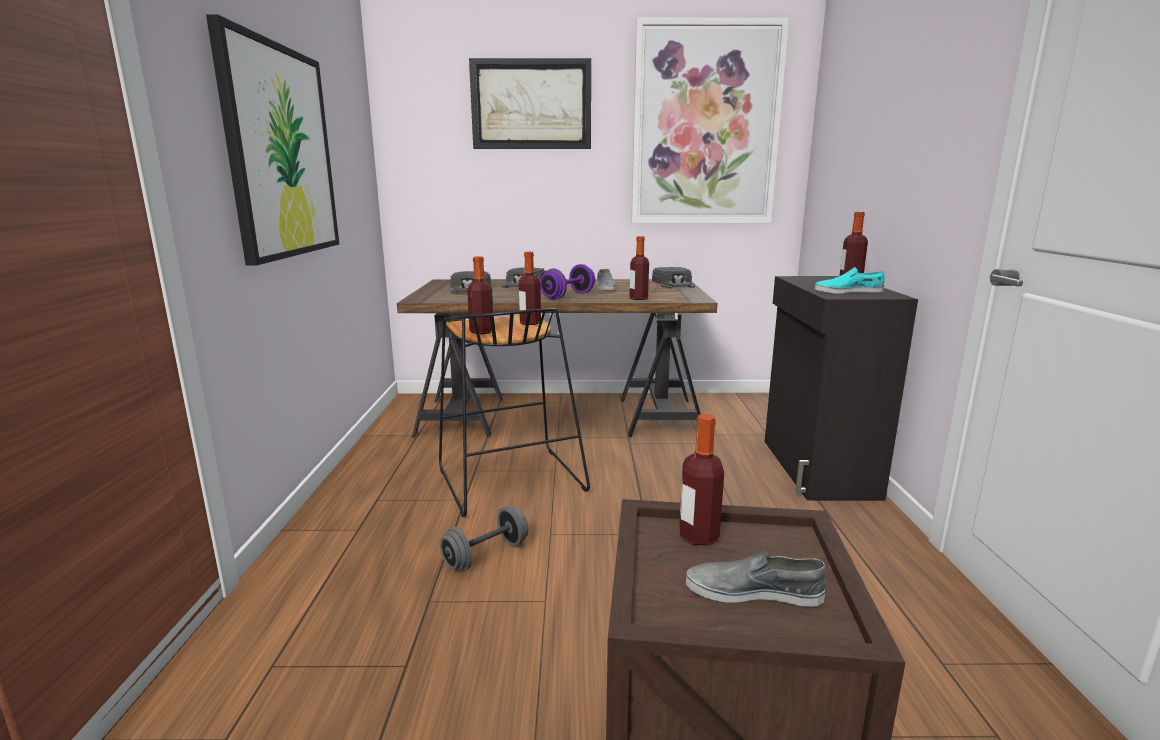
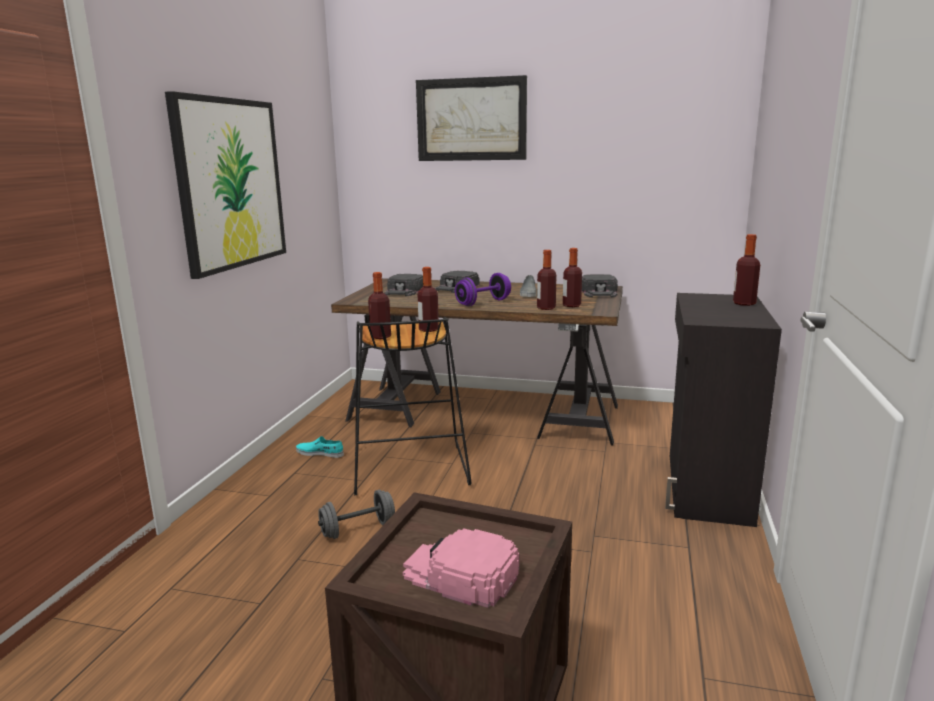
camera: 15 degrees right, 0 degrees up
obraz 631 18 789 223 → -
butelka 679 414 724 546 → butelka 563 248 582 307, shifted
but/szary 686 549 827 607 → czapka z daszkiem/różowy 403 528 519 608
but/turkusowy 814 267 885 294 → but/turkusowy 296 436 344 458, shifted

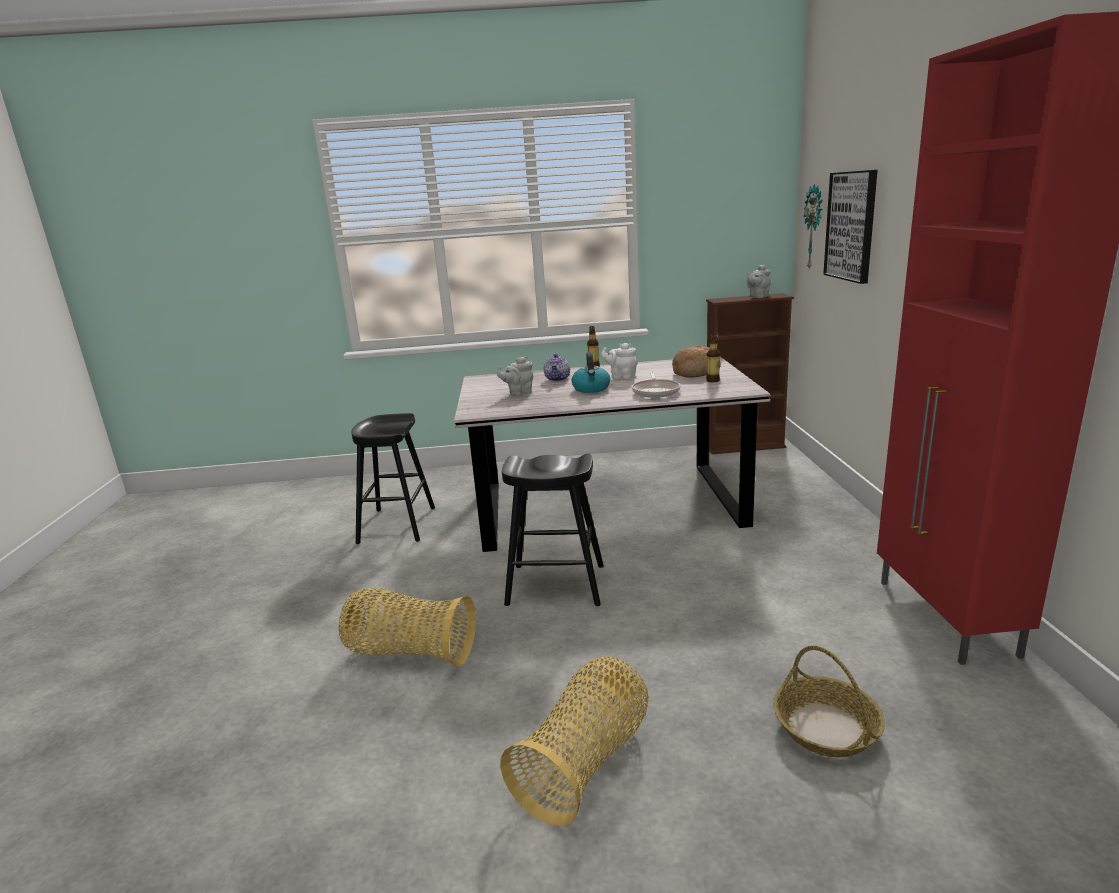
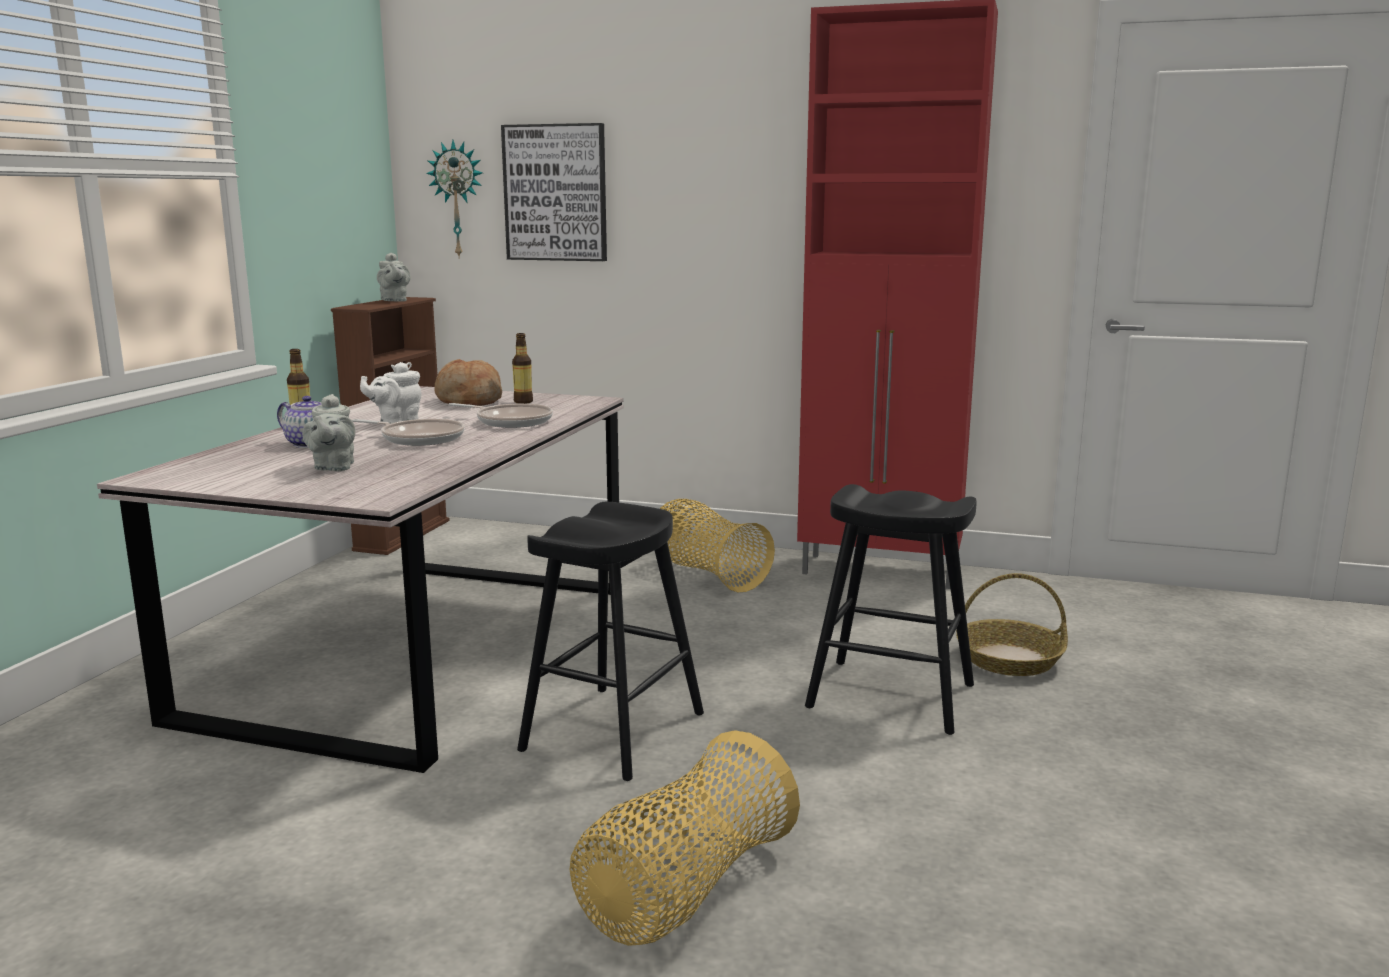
camera: 70 degrees left, 5 degrees down
stołek/czarny 351 413 435 544 → stołek/czarny 805 484 977 735, shifted
koszyk 500 656 649 826 → koszyk 660 499 775 592, shifted
czajnik 572 352 610 393 → patelnia 352 419 465 446

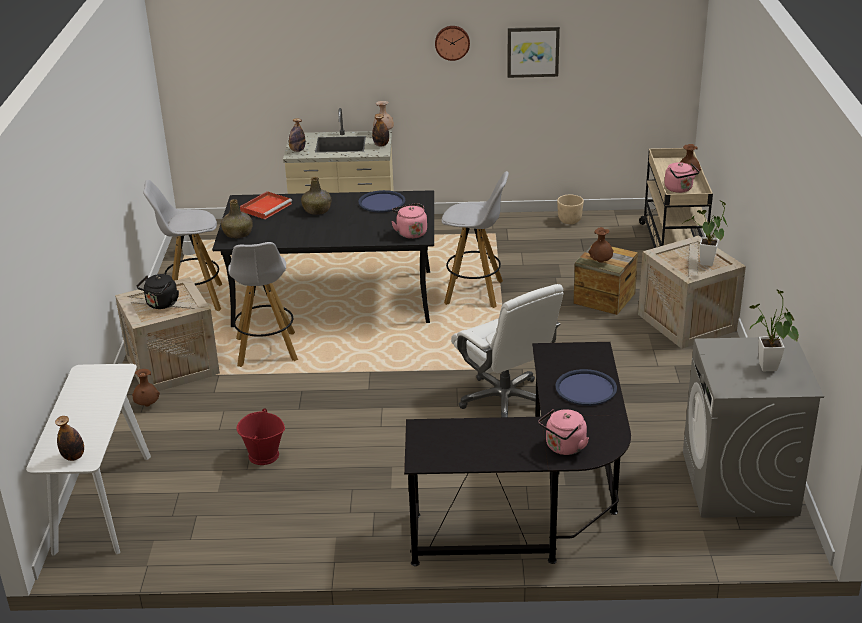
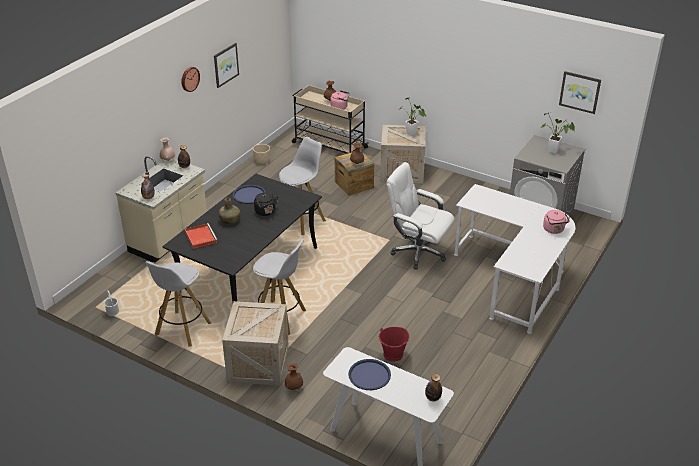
camera: 60 degrees left, 5 degrees up
czajnik/czarny 137 274 179 309 → czajnik/czarny 254 193 278 216, shifted
butelka/zielony 221 199 252 238 → -
czajnik/różowy 391 203 427 239 → -
biurko/czarny 404 342 631 566 → biurko/biały 454 184 575 334
krzesło biurowe/biały 451 284 564 417 → krzesło biurowe/biały 387 162 455 269, 150 degrees counterclockwise
taca/niebieski 555 369 617 406 → taca/niebieski 348 359 391 390, shifted
- → obraz 559 71 601 114

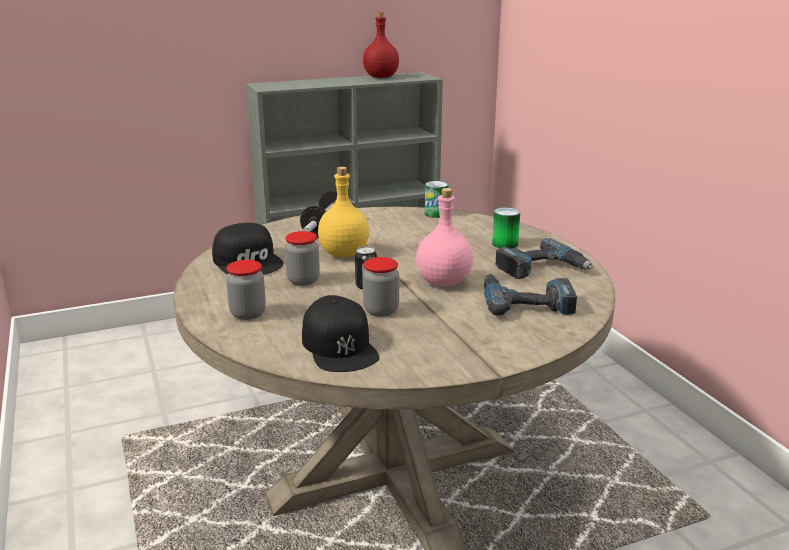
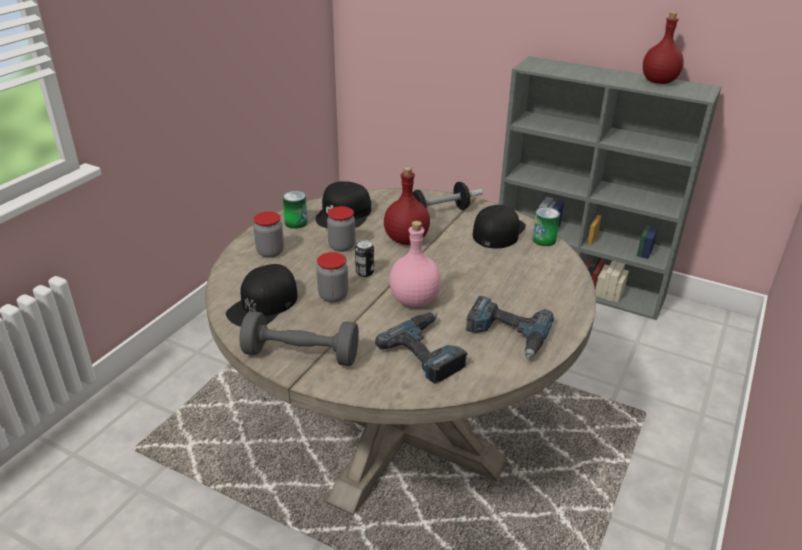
camera: 50 degrees right, 10 degrees up
butelka/żółty 318 167 369 257 → butelka/czerwony 384 167 430 245
puszka 492 207 520 249 → puszka 282 191 308 229, shifted
- → hantel/szary 239 311 359 366
- → czapka z daszkiem/czarny 473 205 526 248

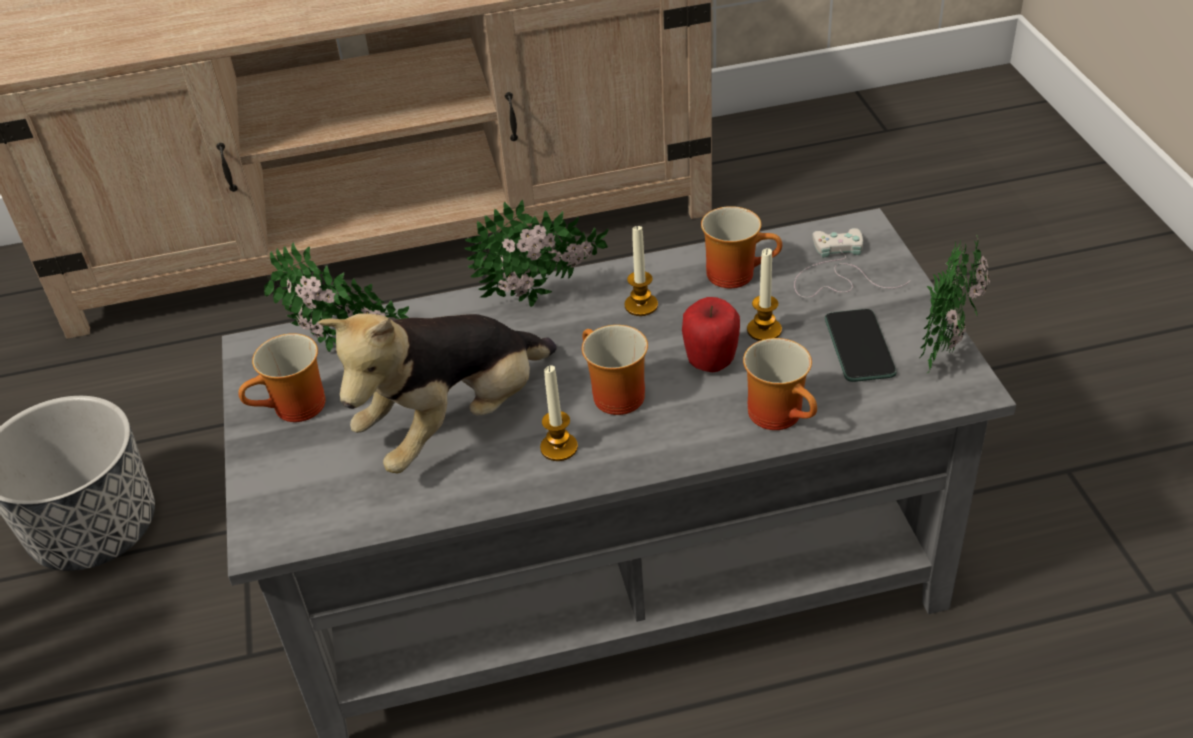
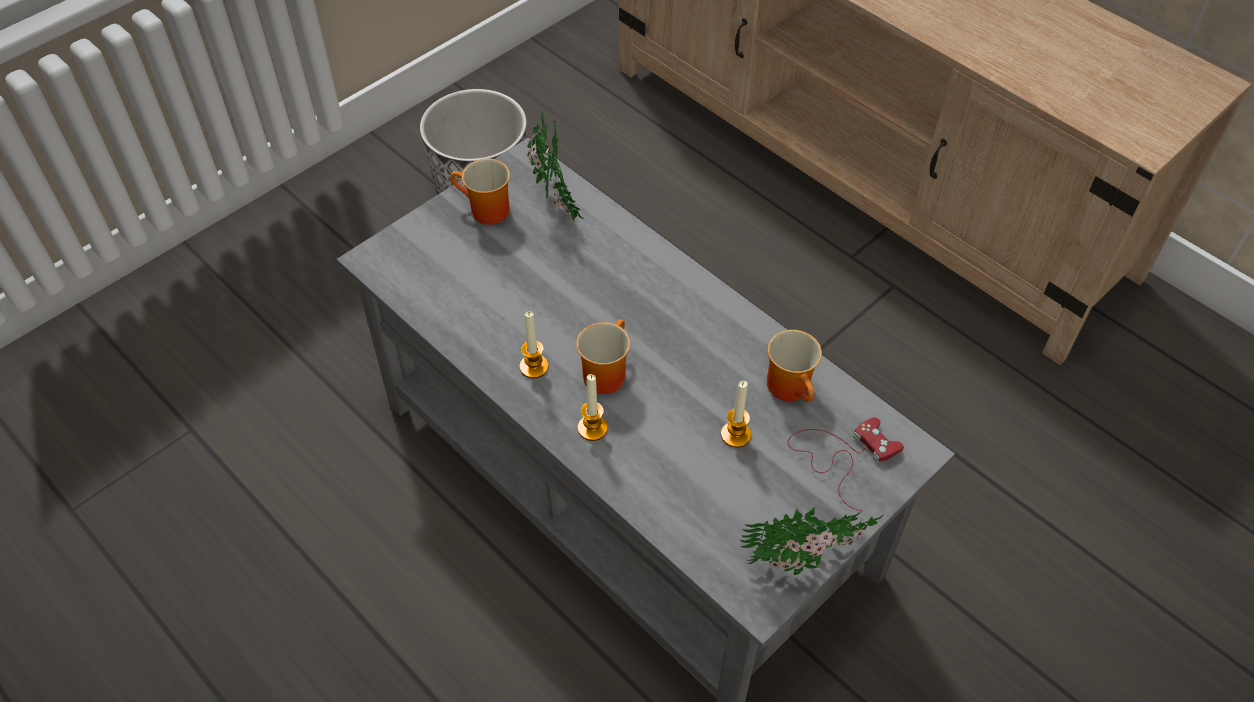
camera: 55 degrees right, 10 degrees up
pluszak 318 313 557 473 → -
roślina doniczkowa 465 199 608 307 → -
świeca 624 226 658 316 → świeca 577 374 608 441, shifted
jabłko 682 297 740 372 → -
kubek 743 338 817 430 → -
pad do gier/biały 794 228 911 298 → pad do gier/czerwony 788 417 904 511
telefon 825 309 897 382 → -

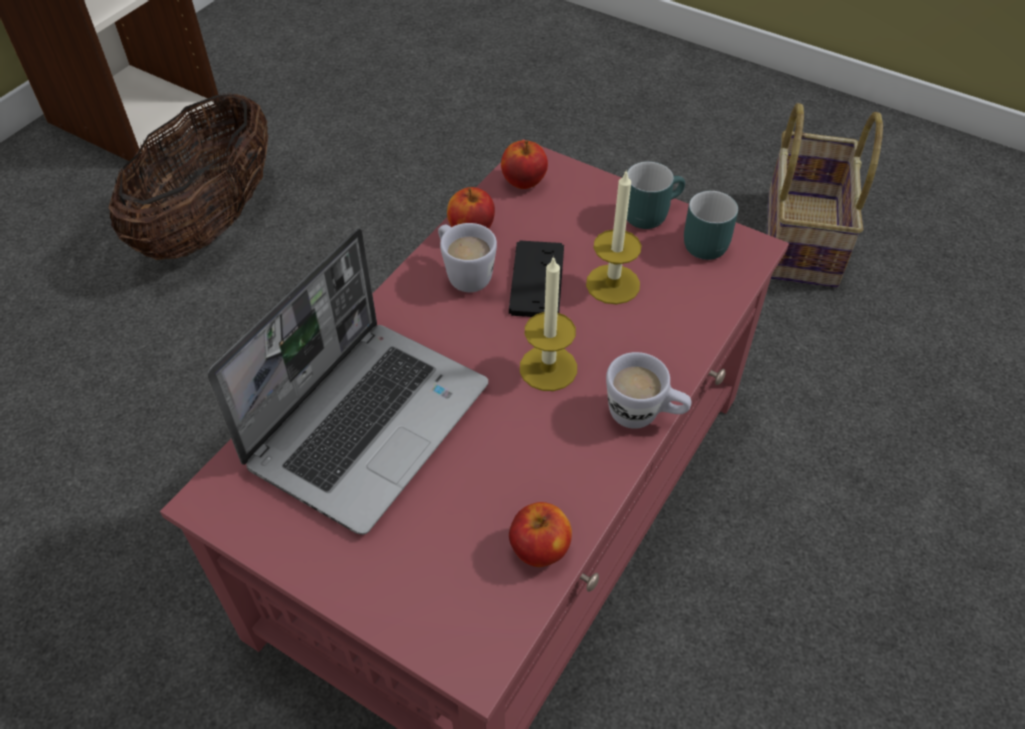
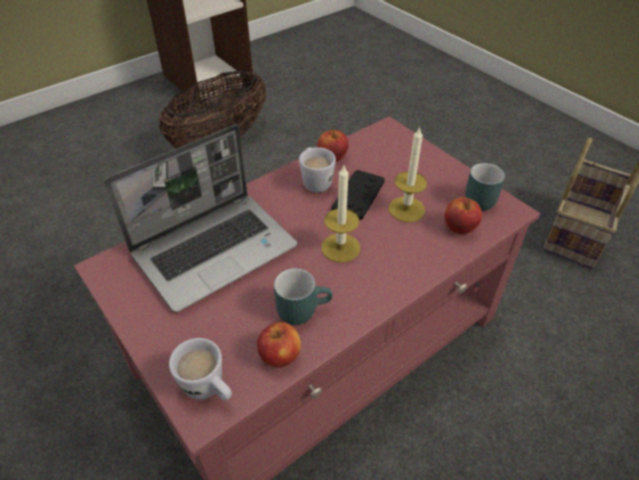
camera: 20 degrees right, 5 degrees down
jabłko 501 140 548 189 → jabłko 445 198 482 234, shifted
kubek/biały 606 352 692 429 → kubek/biały 169 338 232 401, shifted
kubek/turkusowy 627 161 685 229 → kubek/turkusowy 274 268 333 325, shifted

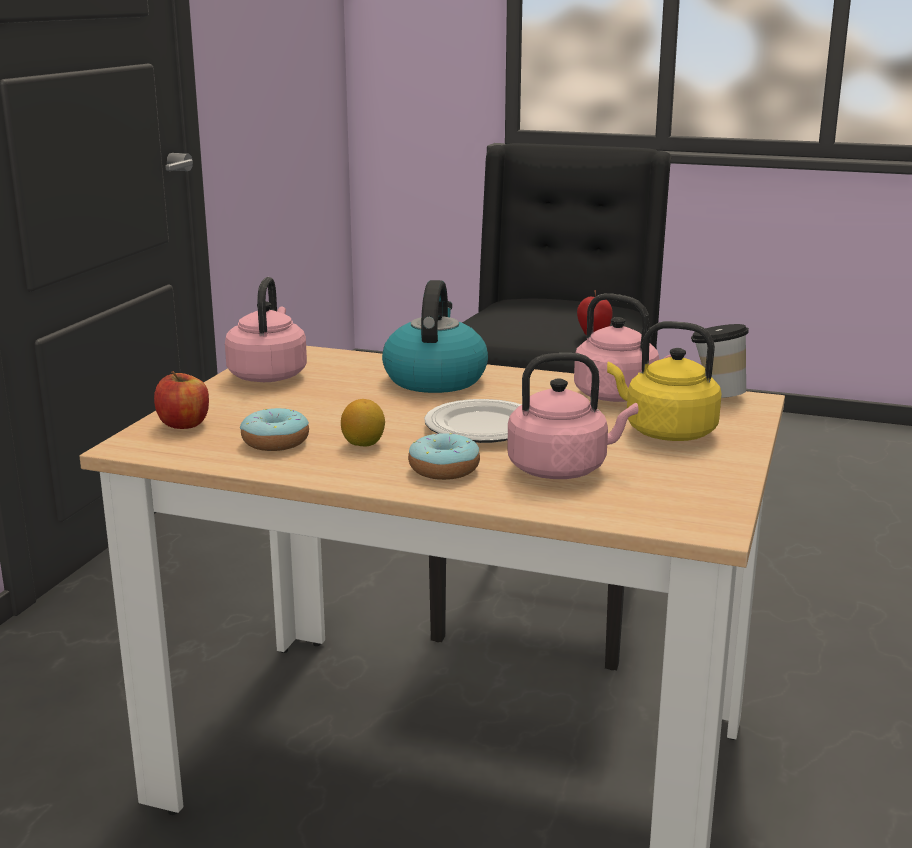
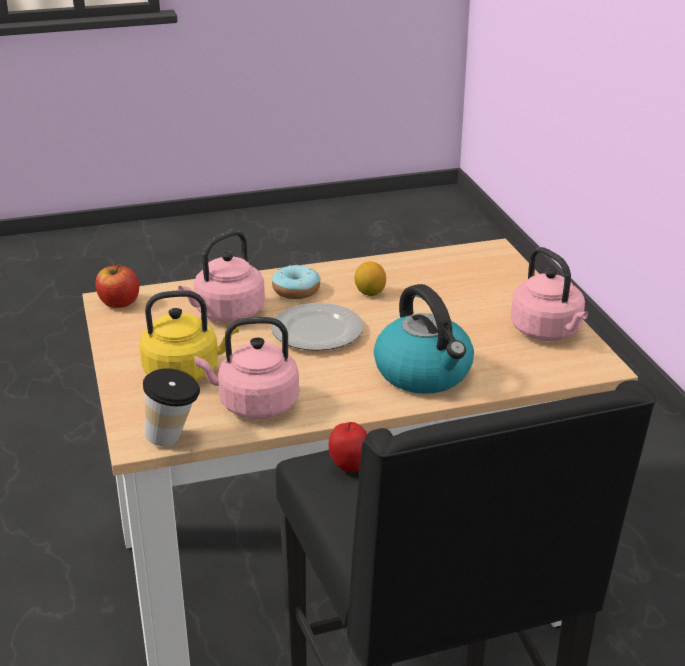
camera: 145 degrees right, 10 degrees up
jabłko 154 371 209 429 → jabłko 96 264 139 308, shifted
donut 240 408 309 451 → -

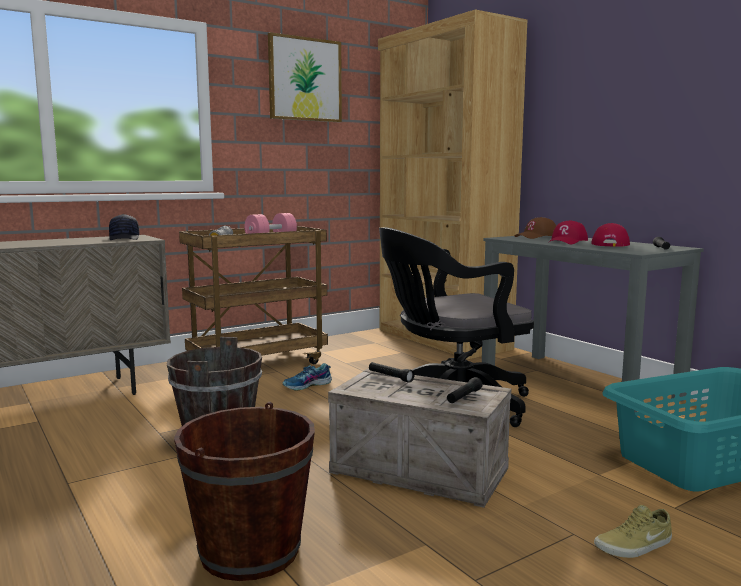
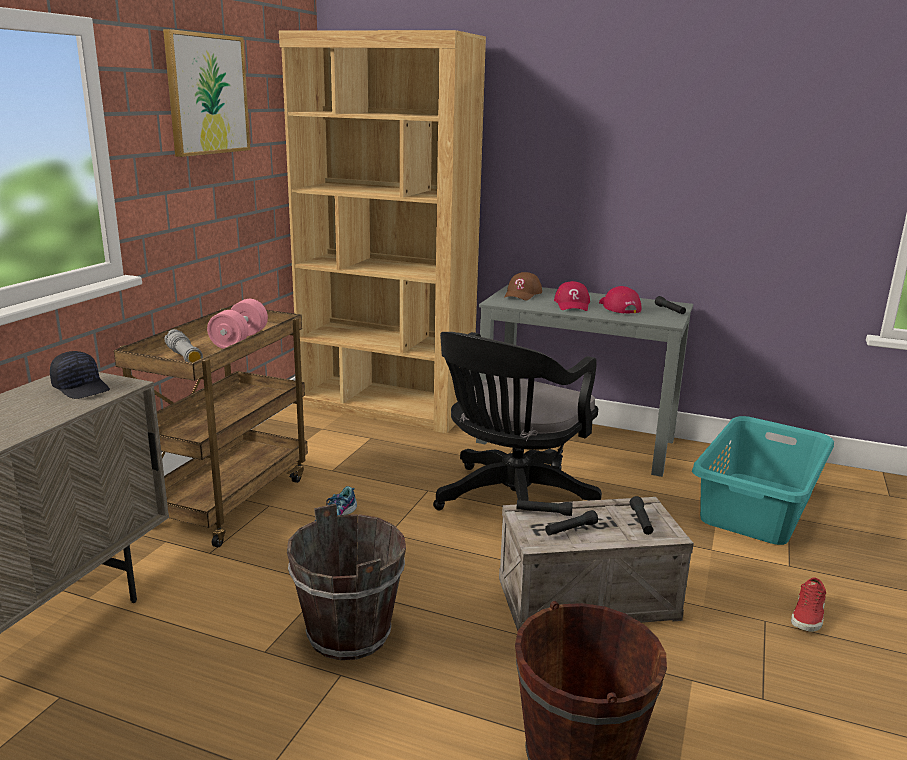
camera: 35 degrees left, 10 degrees up
but/beżowy 594 505 672 558 → but/czerwony 791 577 826 632
- → latarka/czarny 545 510 598 535

